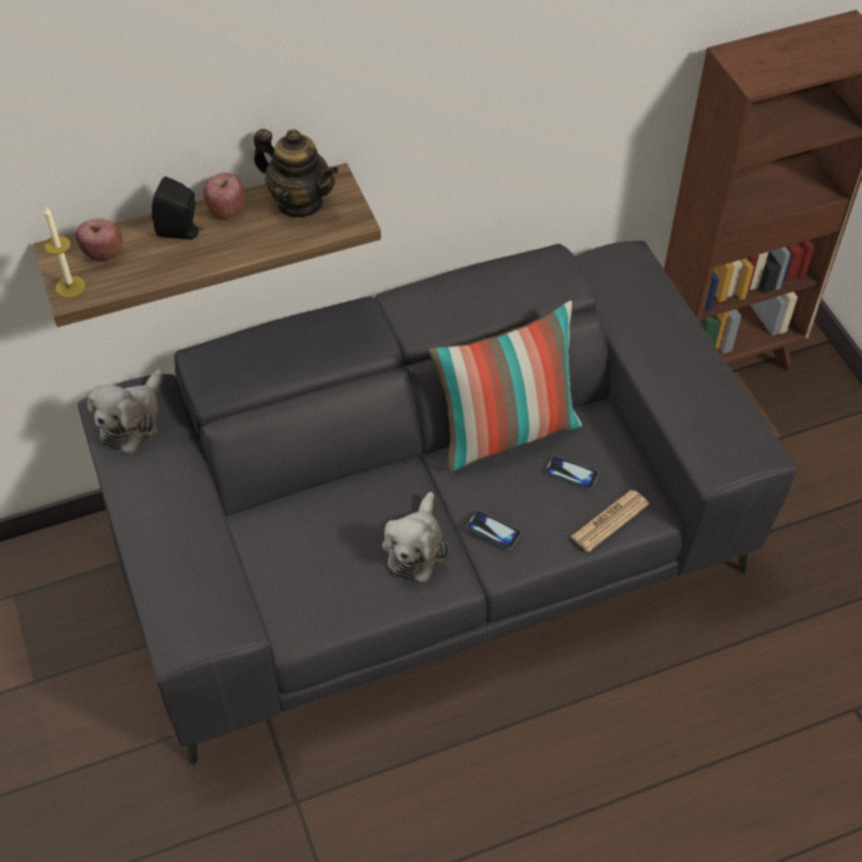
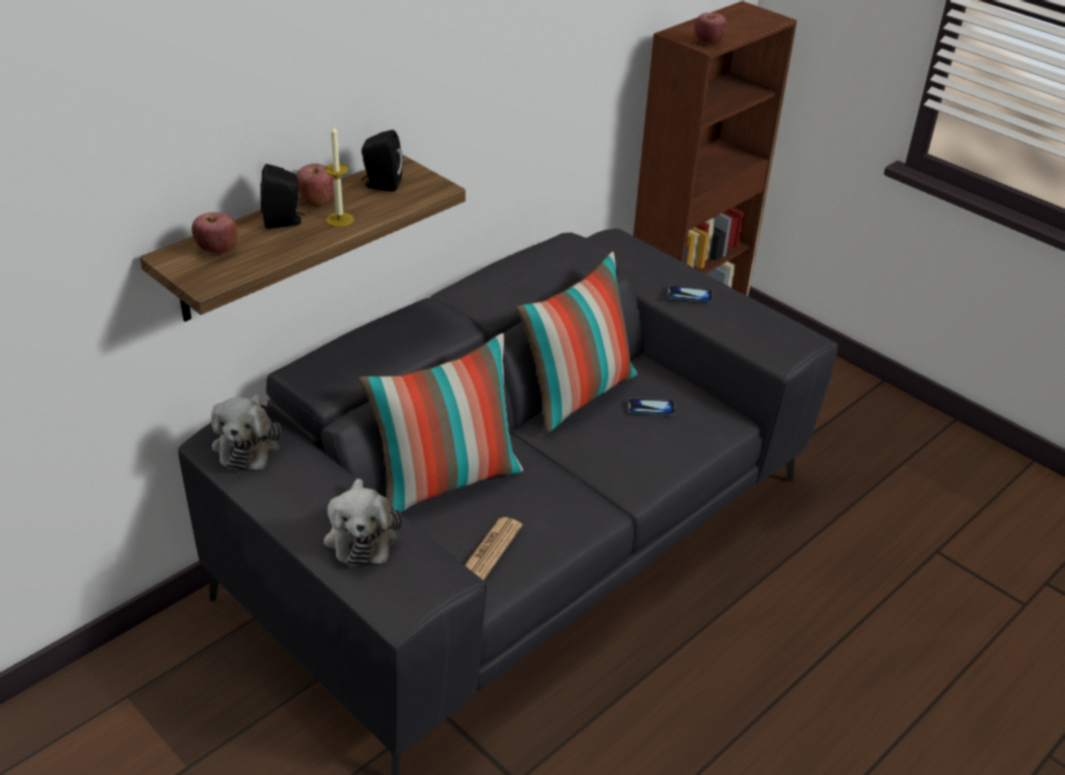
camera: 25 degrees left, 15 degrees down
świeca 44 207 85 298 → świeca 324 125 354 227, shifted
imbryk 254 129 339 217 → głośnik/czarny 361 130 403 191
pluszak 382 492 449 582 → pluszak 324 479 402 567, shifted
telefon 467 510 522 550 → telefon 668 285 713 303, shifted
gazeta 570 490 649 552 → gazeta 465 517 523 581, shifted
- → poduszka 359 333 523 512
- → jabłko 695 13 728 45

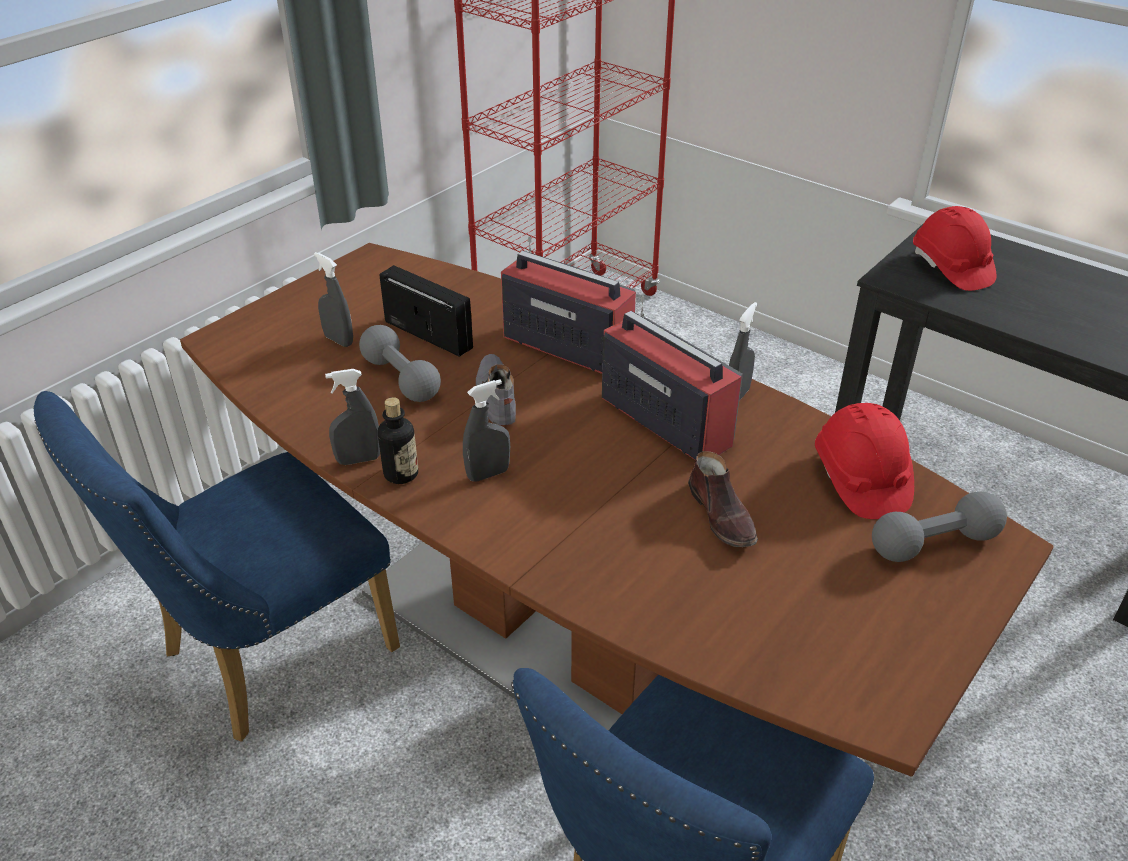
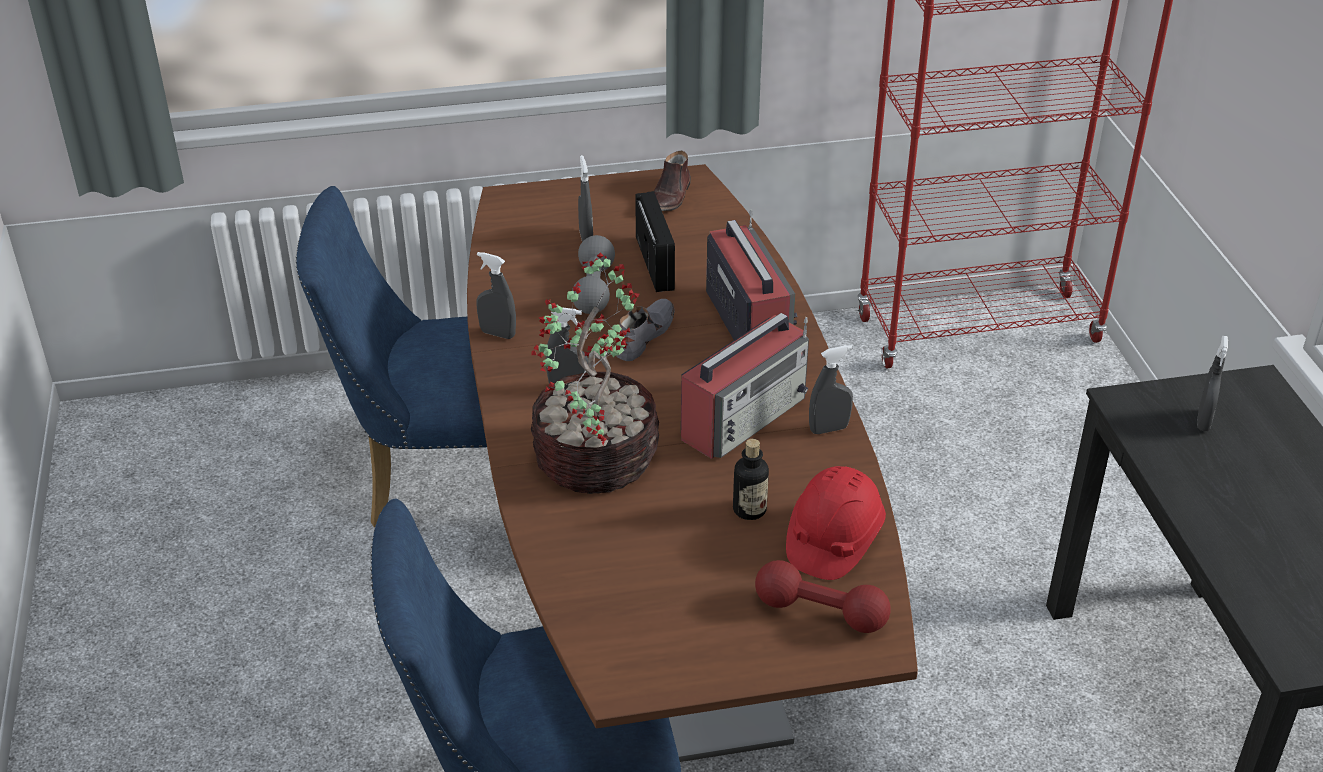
camera: 40 degrees right, 0 degrees up
butelka 378 397 418 484 → butelka 733 439 769 520, shifted
radio 602 296 743 460 → radio 681 313 809 459, 45 degrees clockwise
but/brązowy 688 451 758 547 → but/brązowy 654 150 691 211, shifted
hantel/szary 872 492 1007 562 → hantel/czerwony 755 560 891 633
kask/czerwony 913 206 997 291 → spryskiwacz/szary 1197 336 1228 431
- → roślina doniczkowa 531 253 659 494

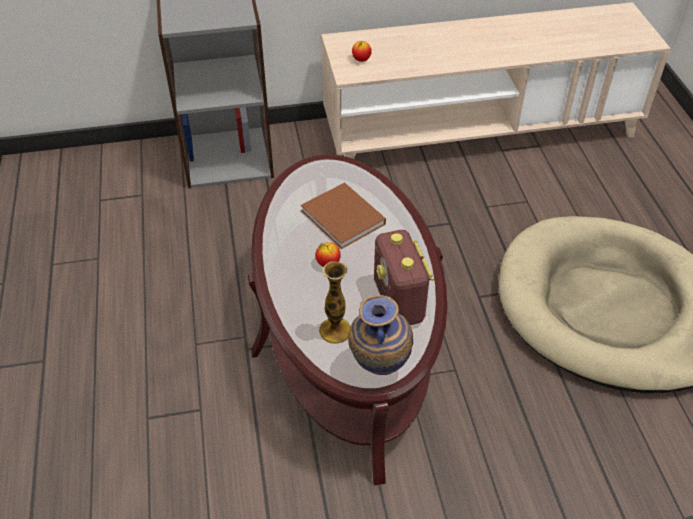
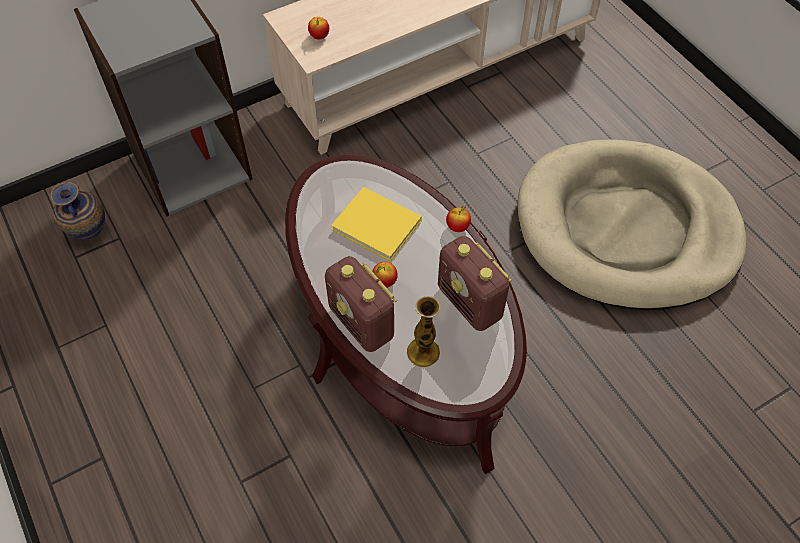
camera: 20 degrees left, 10 degrees up
książka/brązowy 301 182 386 249 → książka/żółty 331 187 422 262
wazon 348 295 413 375 → wazon 50 182 105 239, shifted
- → radio 325 257 397 352
- → jabłko 446 206 471 232

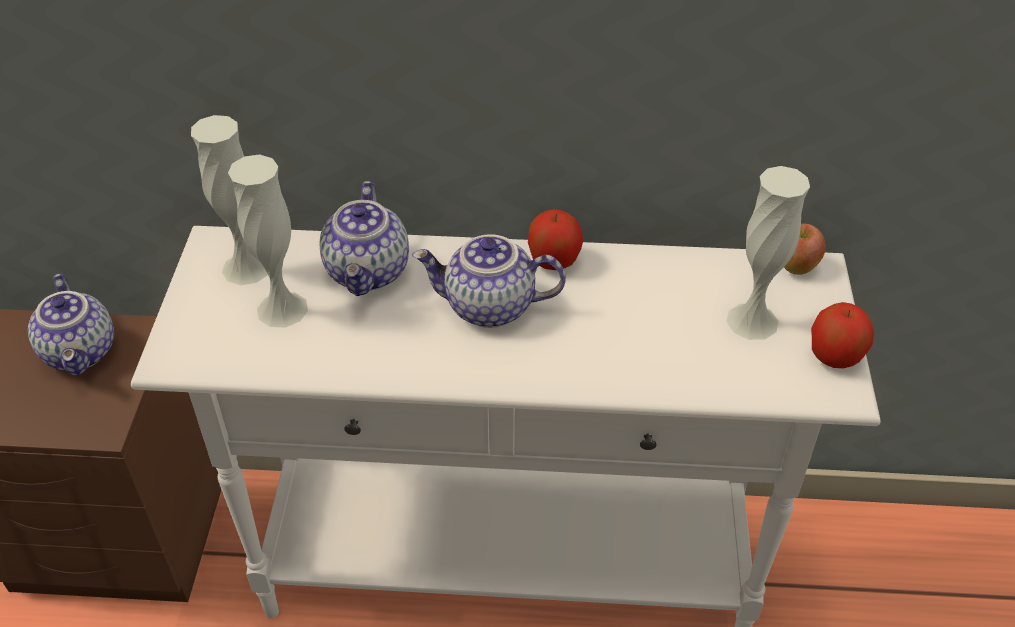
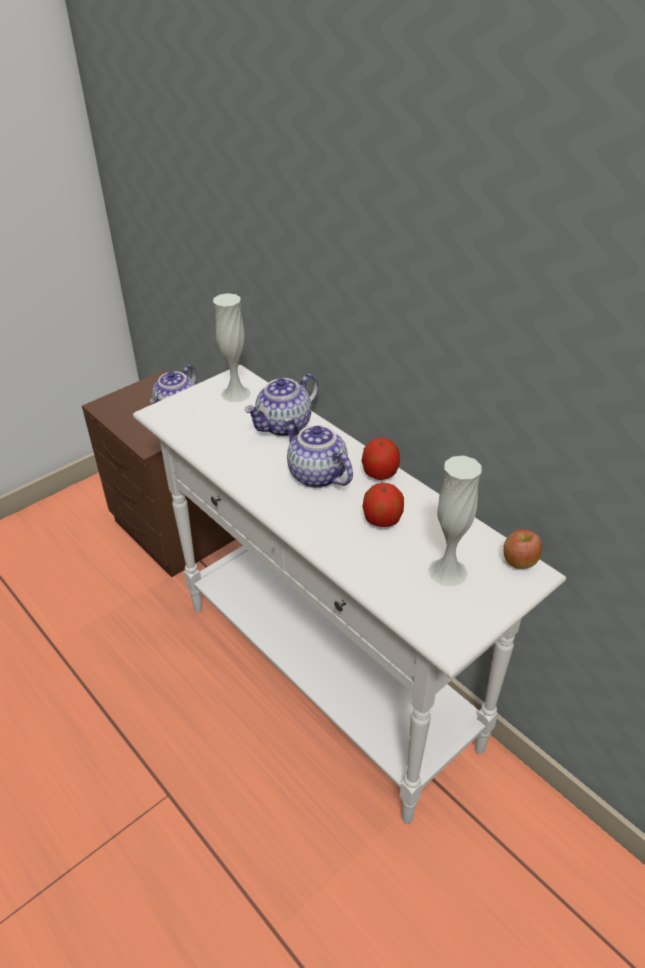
camera: 45 degrees right, 5 degrees down
wazon/biały 228 155 308 328 → -
jabłko 811 302 874 368 → jabłko 363 483 404 527, shifted

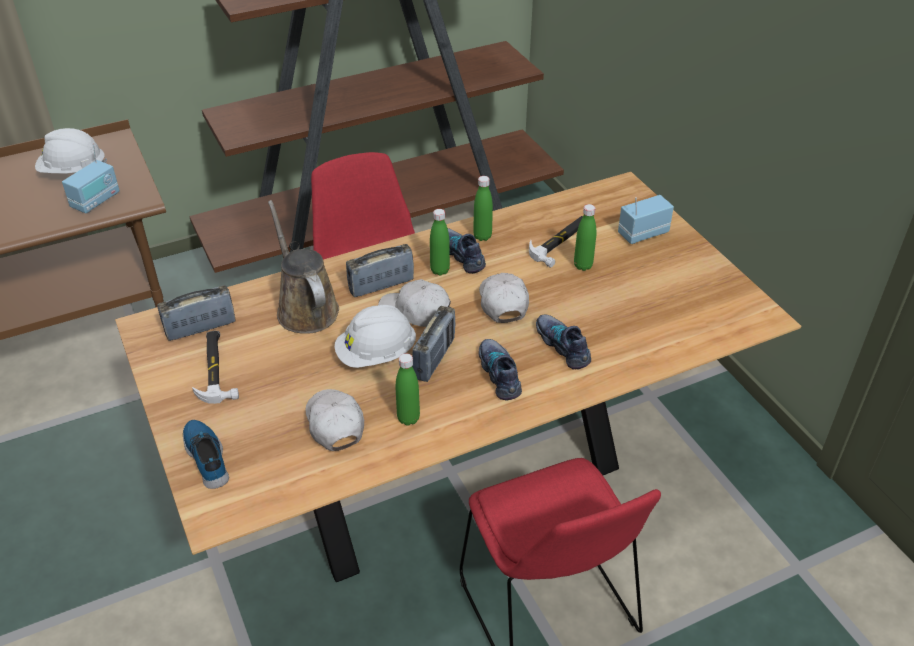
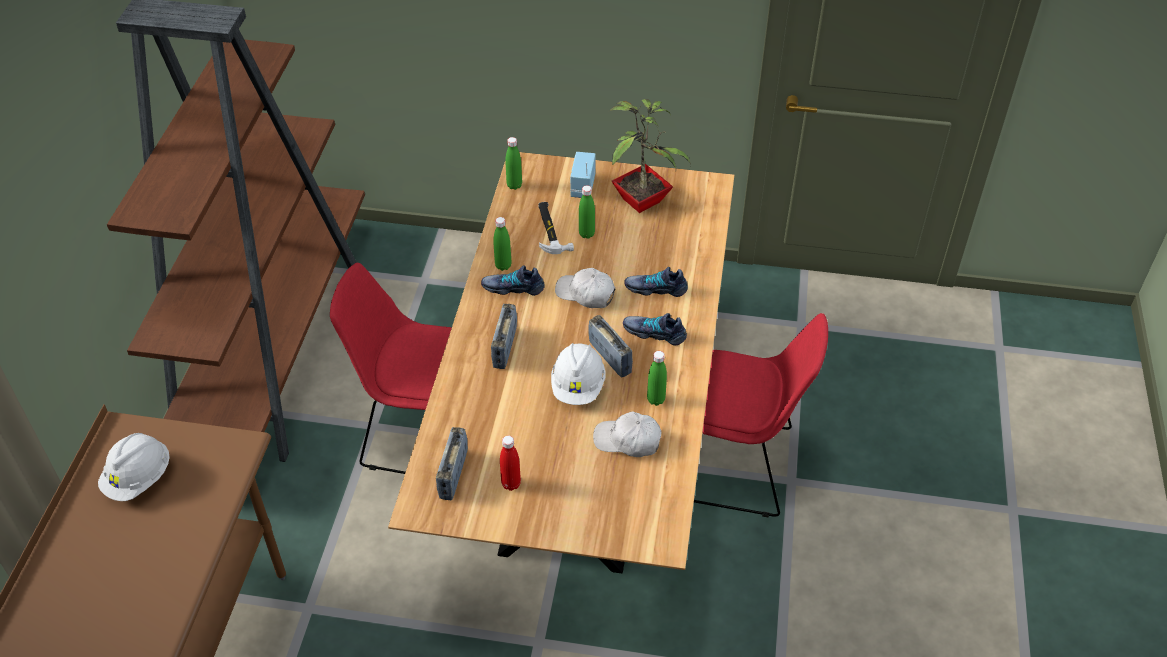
camera: 55 degrees left, 5 degrees up
radio 62 143 120 213 → -
but 183 420 229 489 → -
młotek 192 331 239 404 → butelka/czerwony 500 436 521 491
konewka/brązowy 268 200 339 334 → -
czapka z daszkiem/biały 378 279 451 327 → -
butelka/zielony 430 209 450 275 → butelka/zielony 505 137 522 190, shifted
- → roślina doniczkowa 609 99 691 213

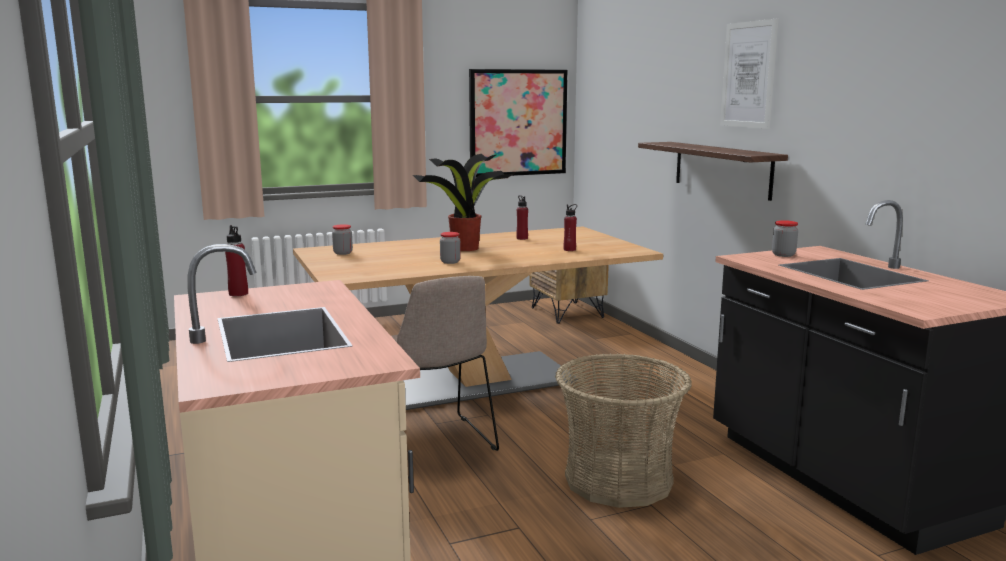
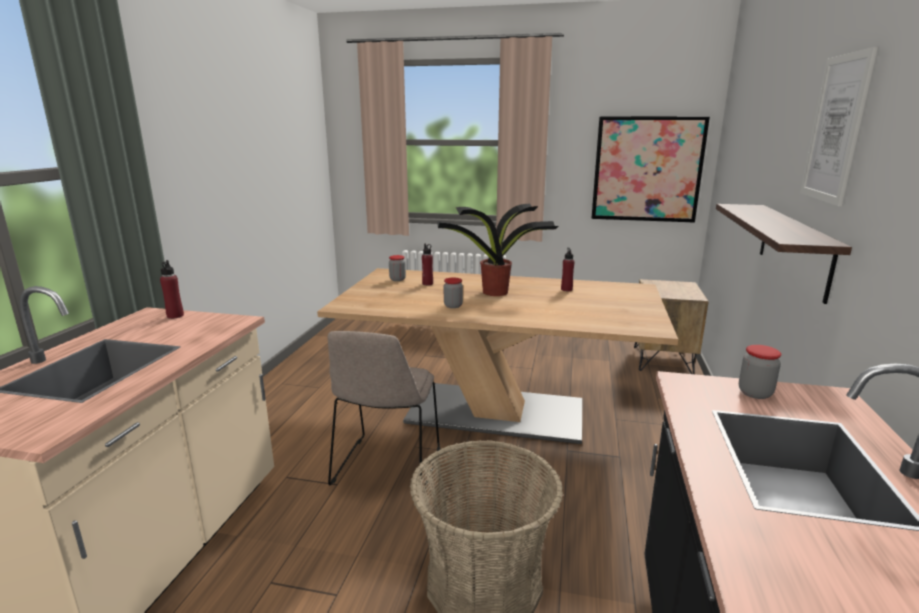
camera: 35 degrees right, 5 degrees up
butelka/czerwony 564 204 577 251 → butelka/czerwony 422 244 433 285, shifted

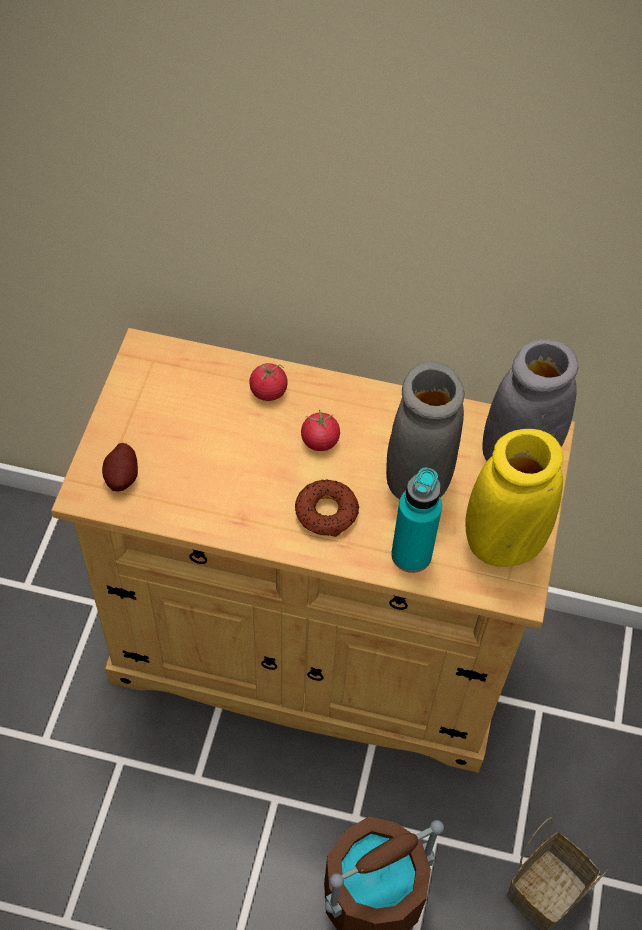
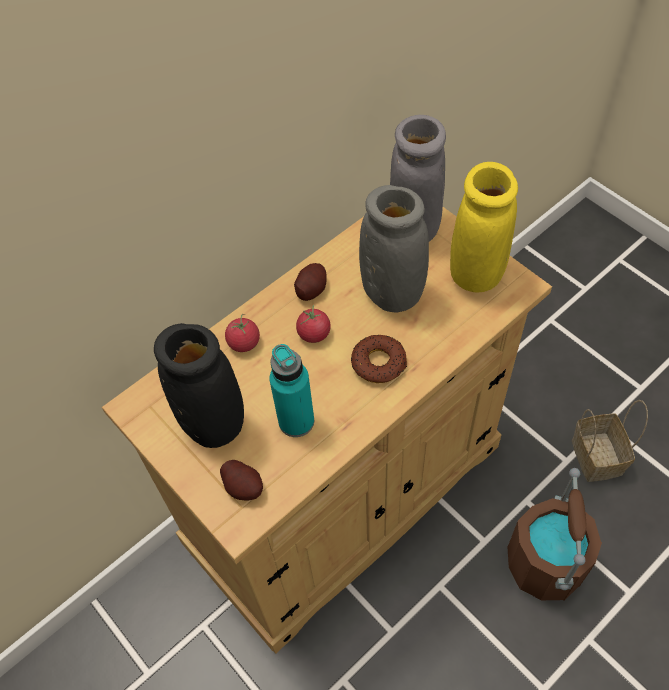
camera: 50 degrees left, 0 degrees up
butelka/turkusowy 391 467 442 573 → butelka/turkusowy 269 344 314 437, shifted
- → wazon/czarny 154 323 244 448
- → ziemniak 294 263 327 301

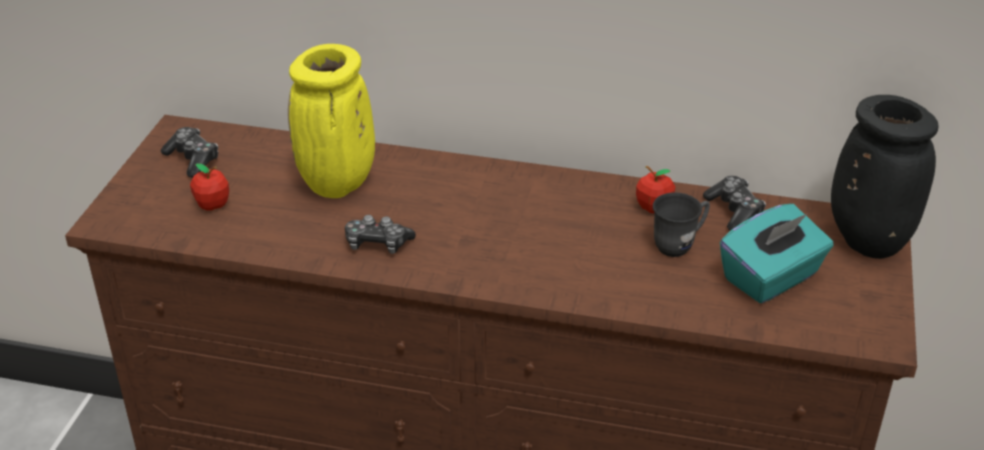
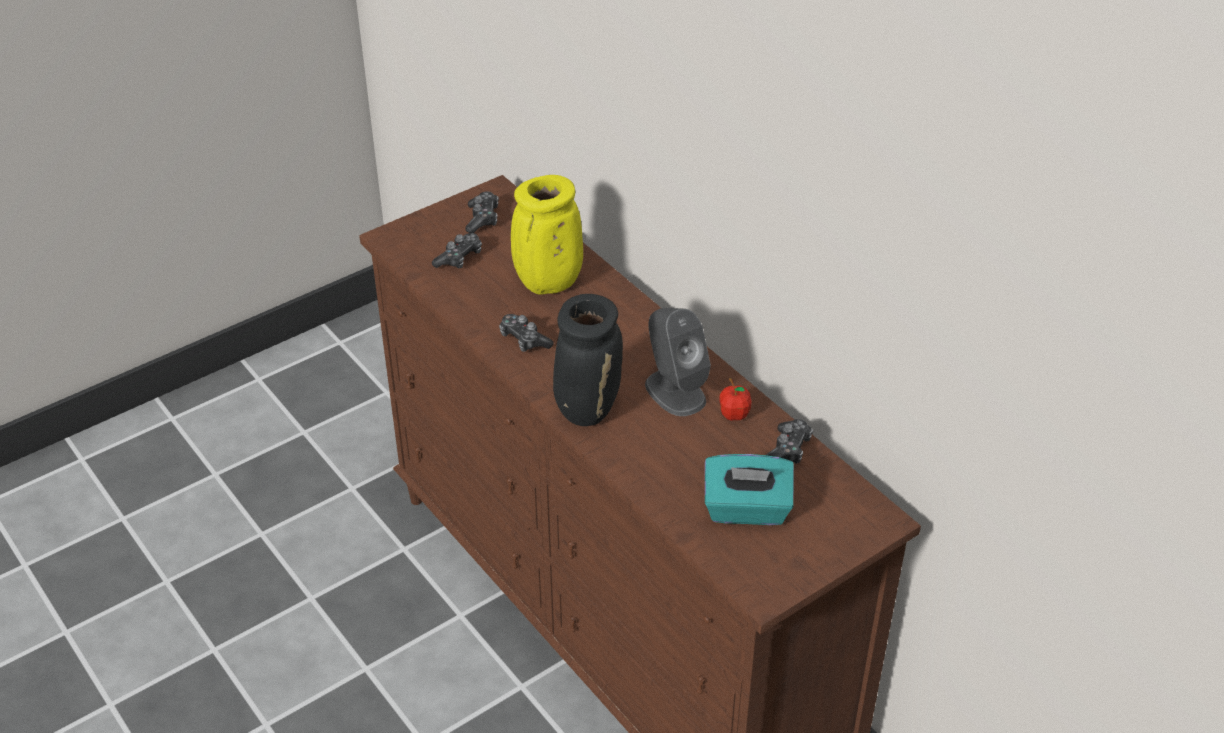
camera: 40 degrees right, 5 degrees up
jabłko 190 163 229 210 → pad do gier 432 233 482 269
kubek/szary 653 192 710 257 → -
wazon/czarny 831 95 938 259 → wazon/czarny 553 294 623 426, shifted
- → głośnik/szary 645 308 711 416

